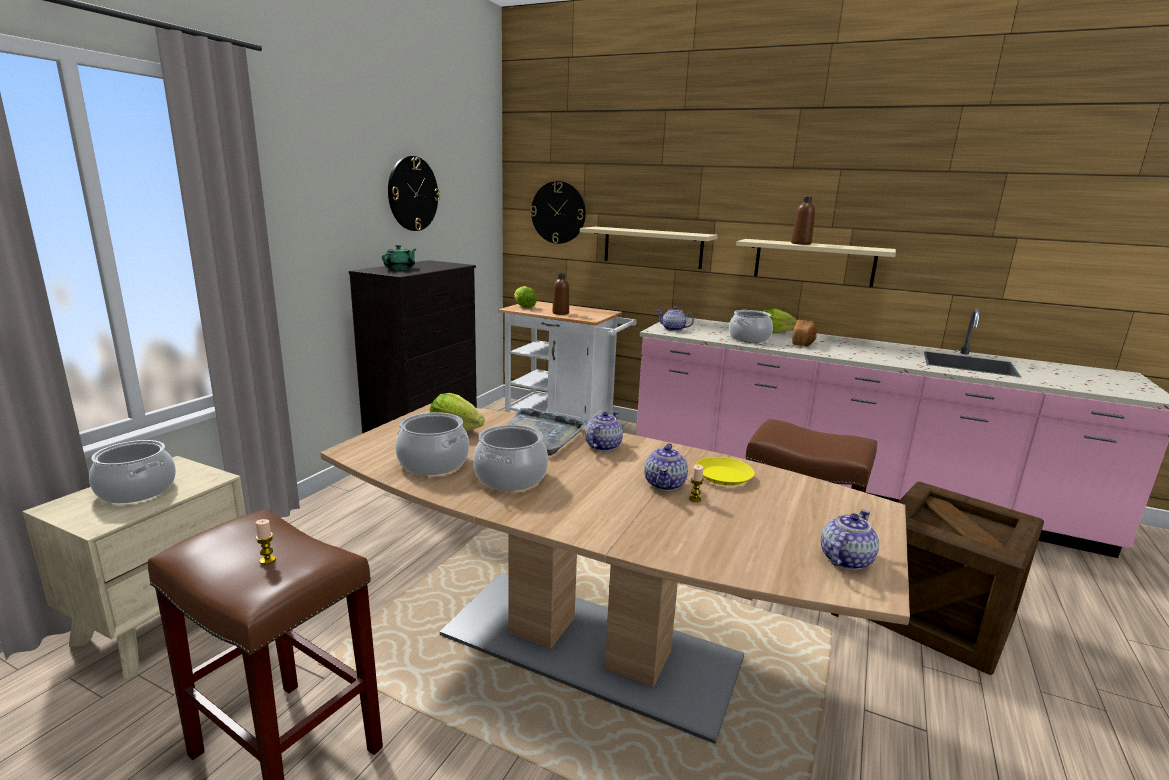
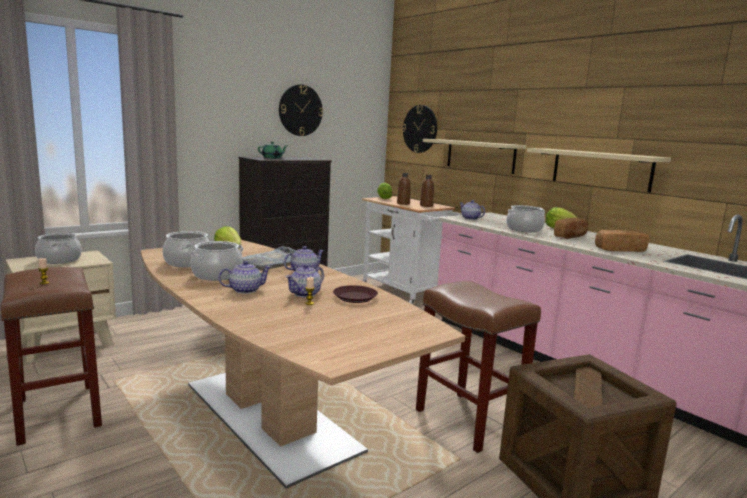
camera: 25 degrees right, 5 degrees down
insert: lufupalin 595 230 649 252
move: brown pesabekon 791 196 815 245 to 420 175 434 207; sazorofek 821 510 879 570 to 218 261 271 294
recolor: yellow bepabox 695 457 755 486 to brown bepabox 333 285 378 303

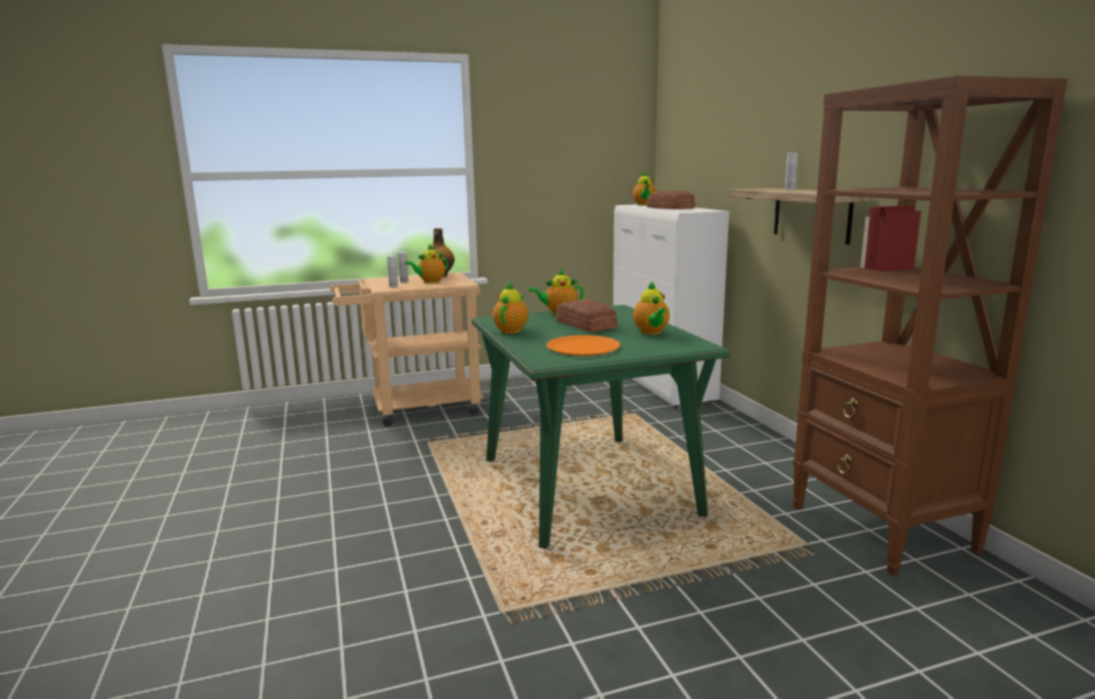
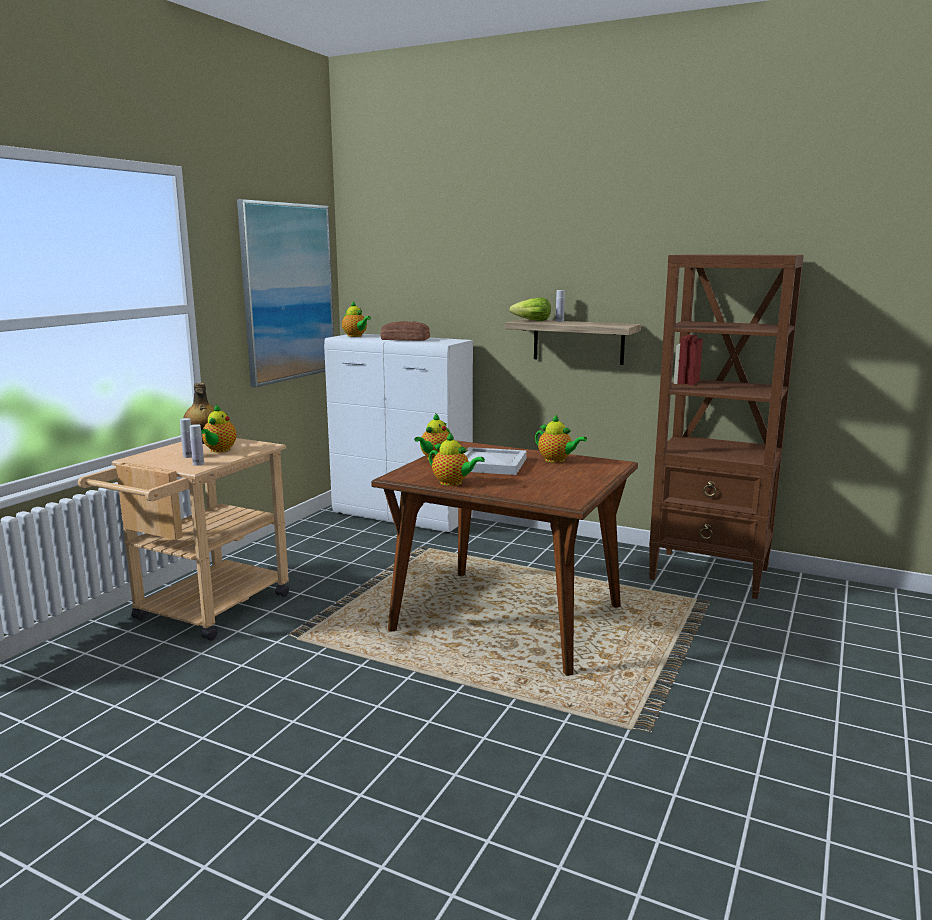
camera: 45 degrees left, 0 degrees up
delete: orange bepabox 547 335 620 356
insert: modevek 237 199 334 387; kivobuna 509 298 551 321
replace: lufupalin 556 300 618 332 to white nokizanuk 464 447 527 475
recolor: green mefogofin 472 305 730 549 to brown mefogofin 371 441 638 676
rotate: sazorofek 493 281 528 334 = 429 432 485 486 150 degrees clockwise

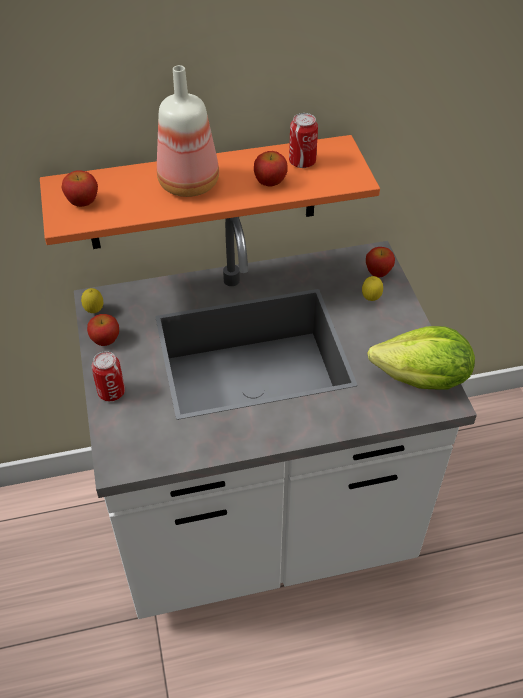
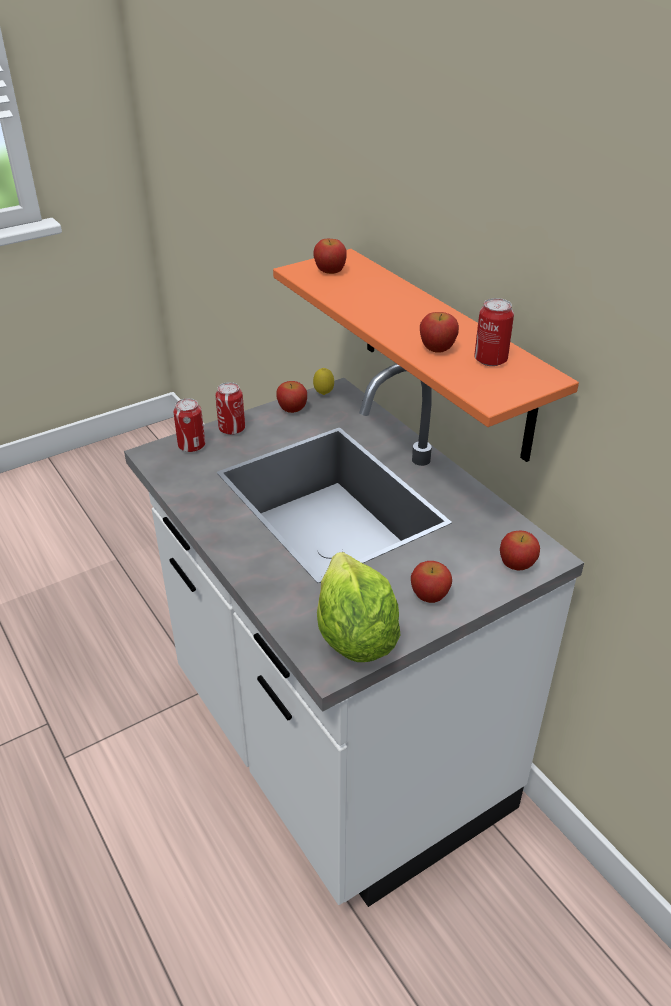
camera: 70 degrees right, 10 degrees down
delete: pesabekon 157 65 219 197; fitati 362 276 383 301
insert: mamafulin 174 398 205 452; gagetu 411 561 452 603

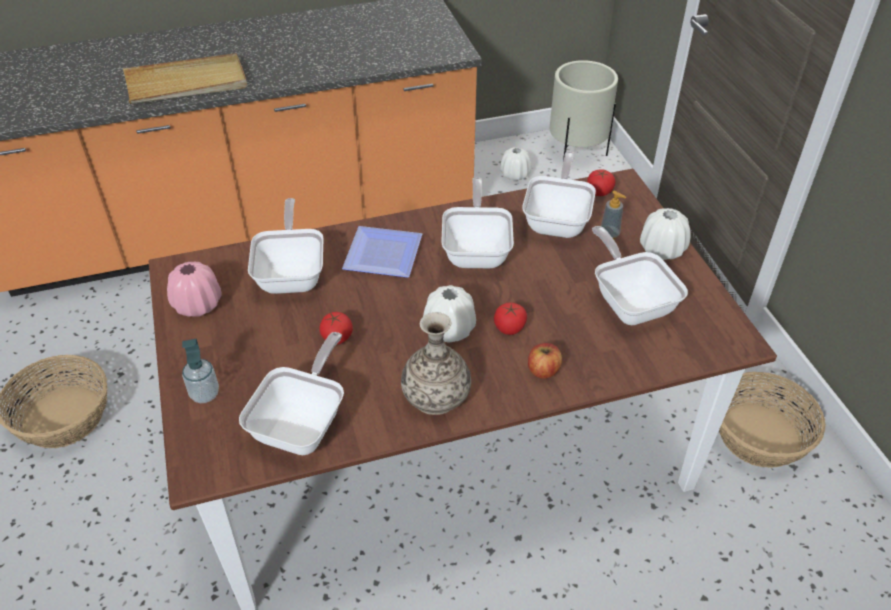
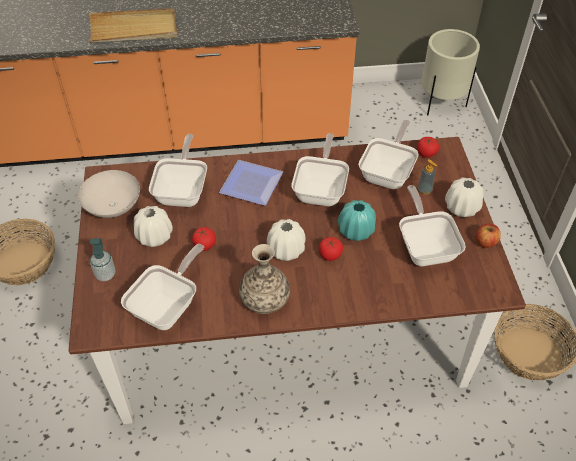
camera: 10 degrees right, 5 degrees up
insert: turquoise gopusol 338 200 376 241
move: white gopusol 500 147 531 181 to 134 206 173 247; gagetu 528 343 562 379 to 476 224 501 248
replace: pink gopusol 167 262 222 317 to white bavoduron 78 170 140 218

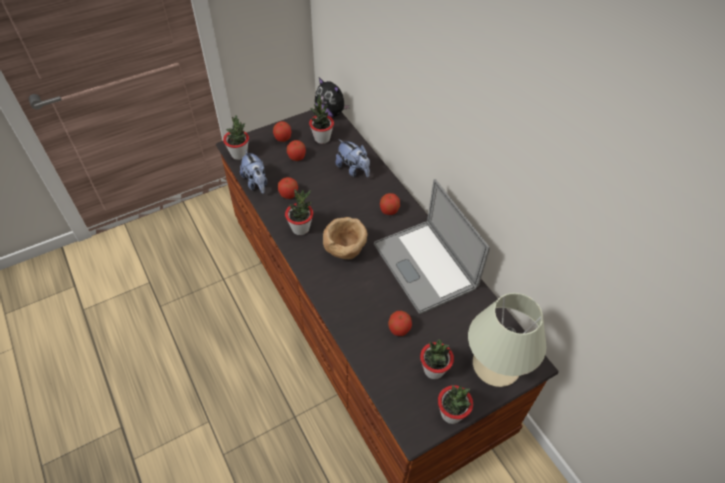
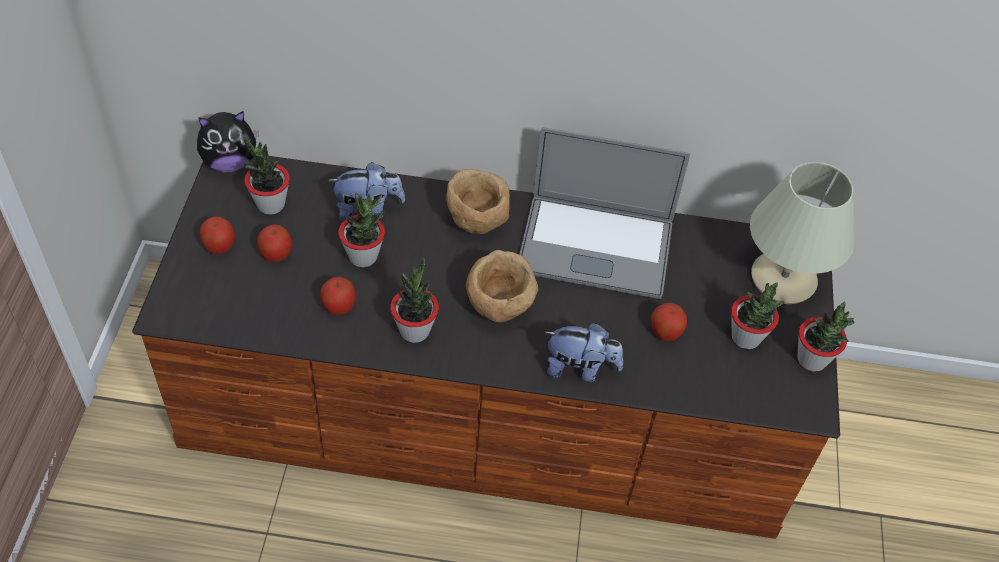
camera: 55 degrees left, 0 degrees up
move: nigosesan 223 115 249 160 to 338 192 385 267; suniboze 240 150 267 194 to 544 323 623 382
replace: gagetu 380 193 400 215 to brown bavoduron 446 169 510 234

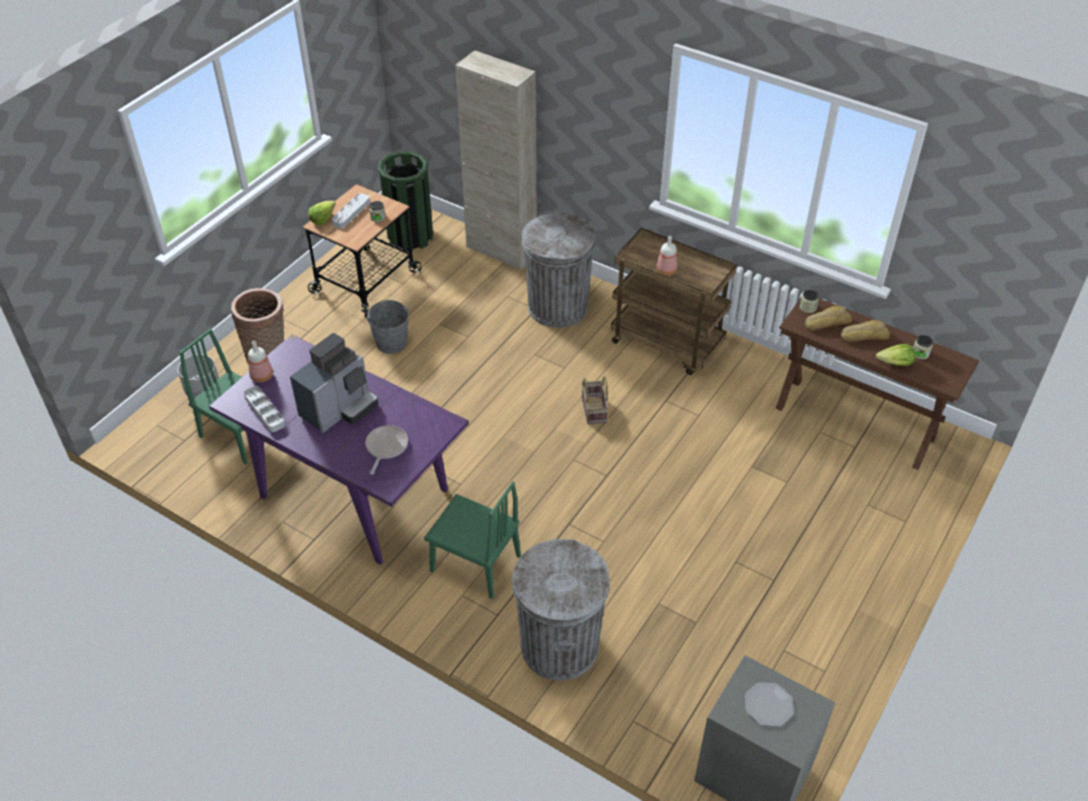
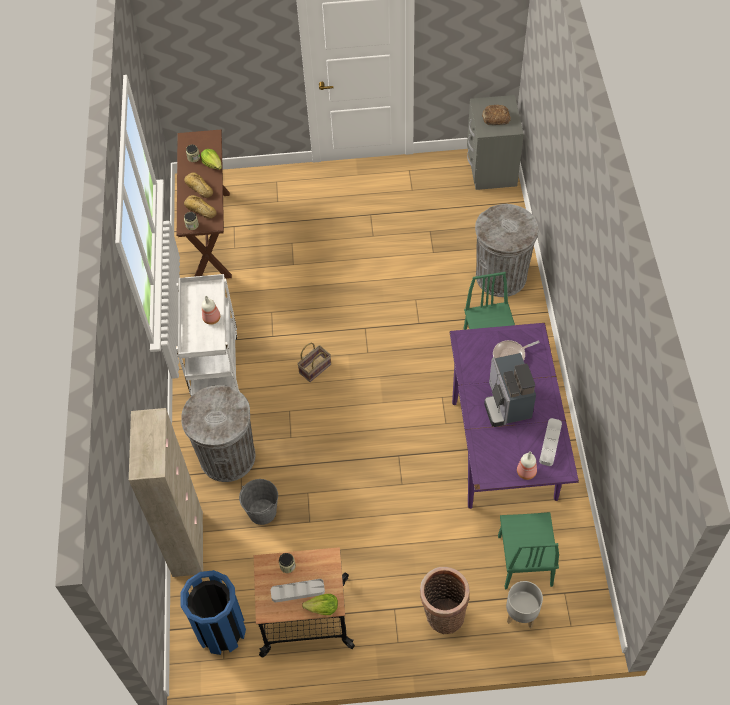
camera: 125 degrees left, 10 degrees up
move: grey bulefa 366 300 409 354 to 239 479 278 525
replace: bepabox 745 682 794 727 to lufupalin 482 105 511 125
recolor: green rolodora 378 151 433 251 to blue rolodora 180 570 246 655; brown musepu 611 228 737 375 to white musepu 176 274 240 396
rotate: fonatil 290 333 378 433 = 484 353 536 427 105 degrees counterclockwise

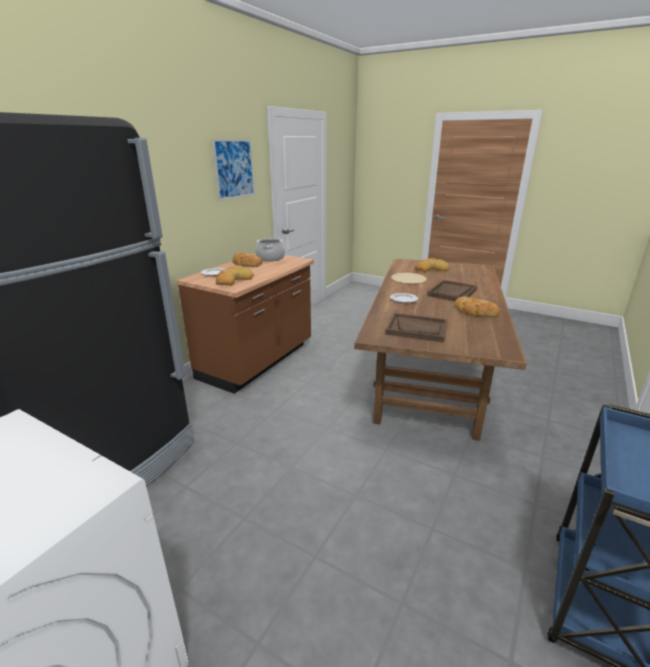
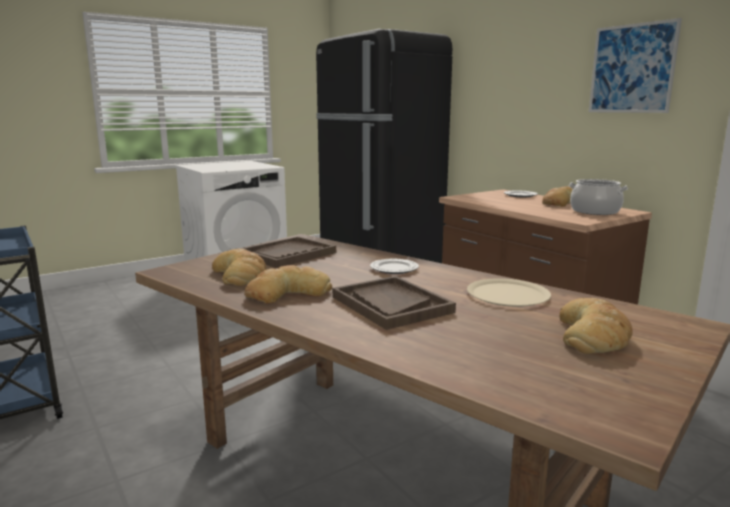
camera: 115 degrees right, 10 degrees down
move: lufupalin 216 266 254 286 to 212 249 266 286

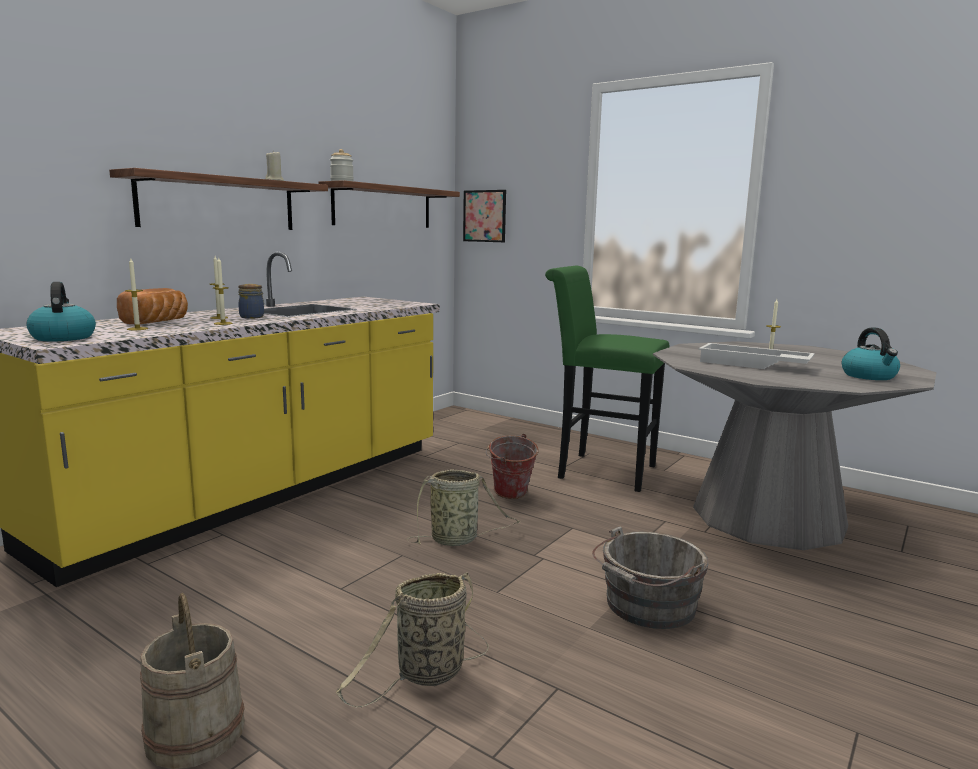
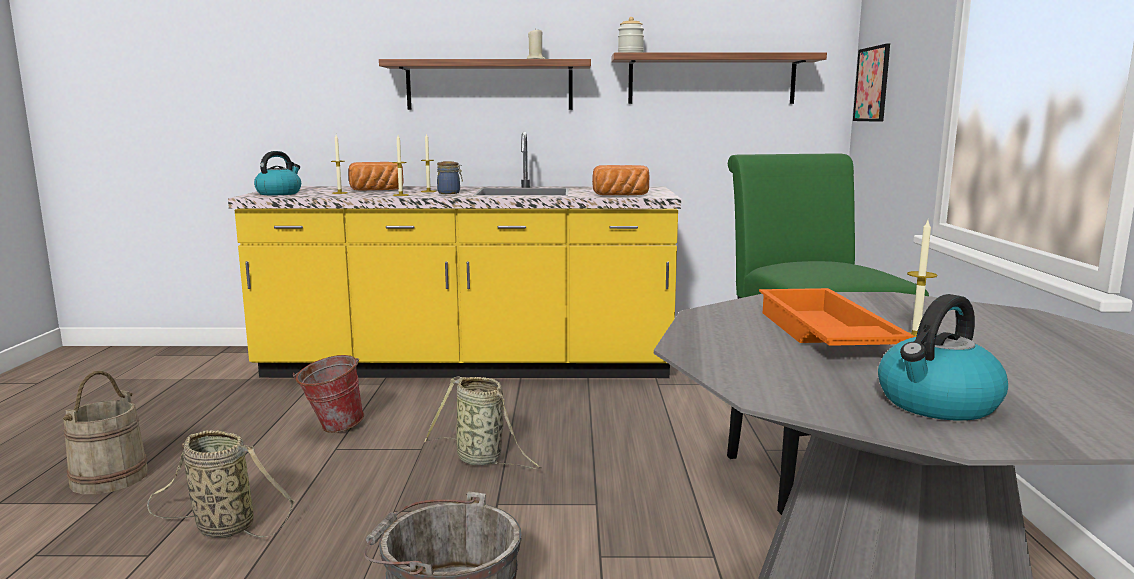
camera: 55 degrees right, 0 degrees up
insert: lufupalin 592 165 650 195
move: bulefa 486 434 538 499 to 293 355 364 433
recolor: white nokizanuk 699 343 815 369 to orange nokizanuk 759 288 915 346

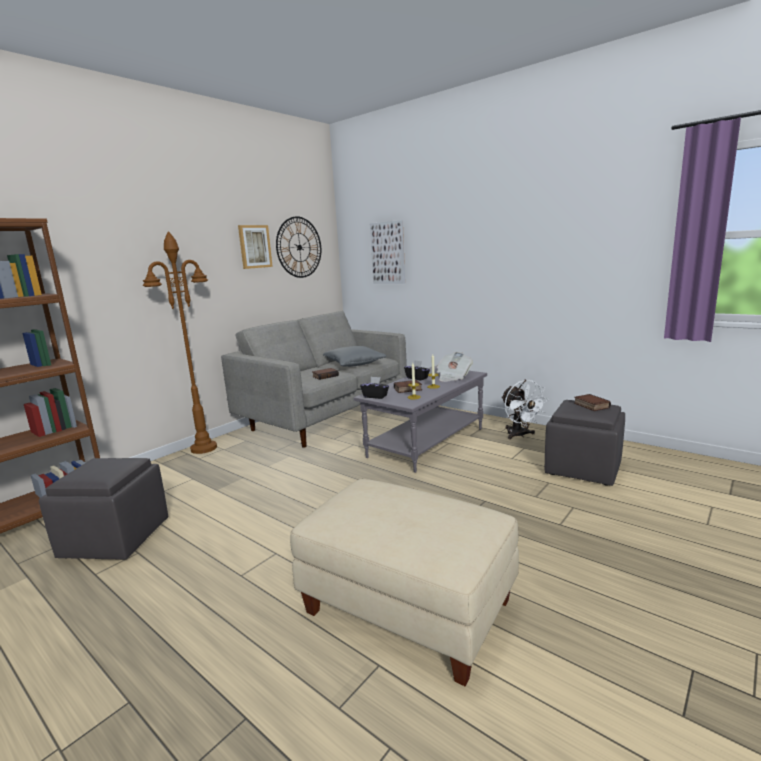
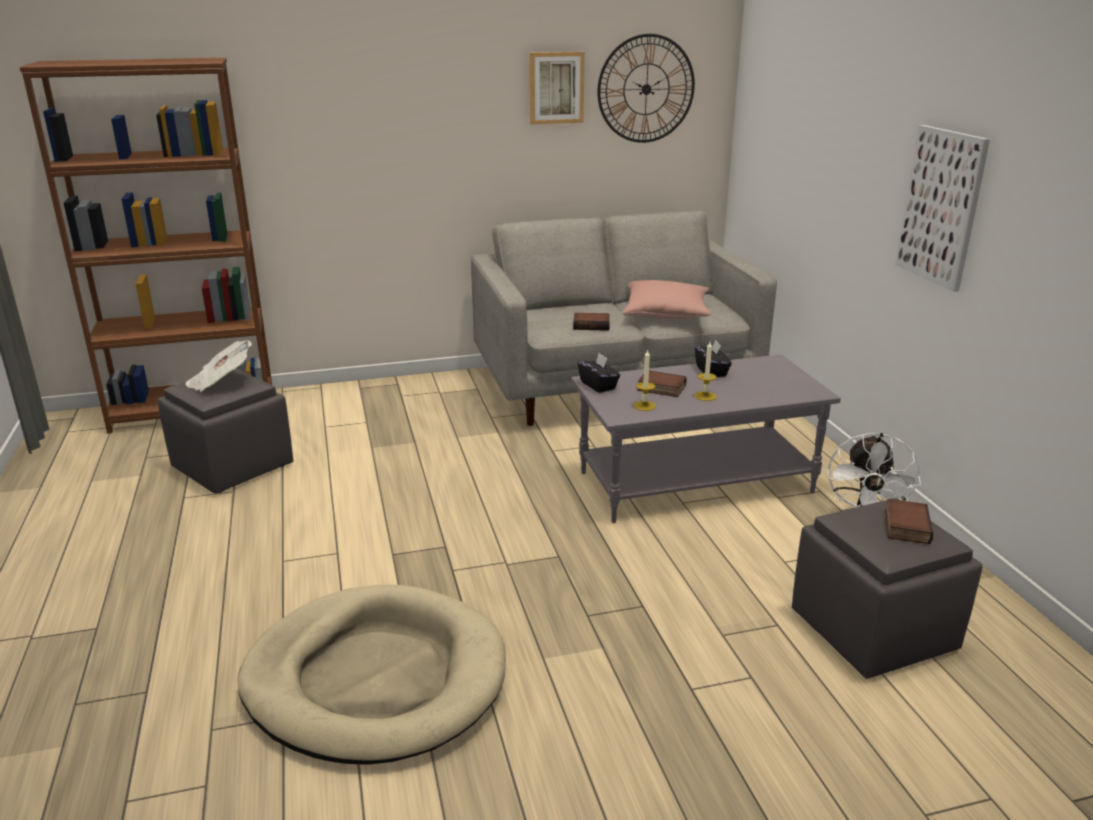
camera: 35 degrees right, 10 degrees up
delete: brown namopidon 143 231 217 454
move: modevek 370 220 405 284 to 895 125 990 292; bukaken 436 352 473 382 to 185 340 252 392
replace: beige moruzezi 290 479 519 687 to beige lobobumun 237 585 506 765
recolor: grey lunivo 323 346 386 367 to pink lunivo 622 280 711 319

